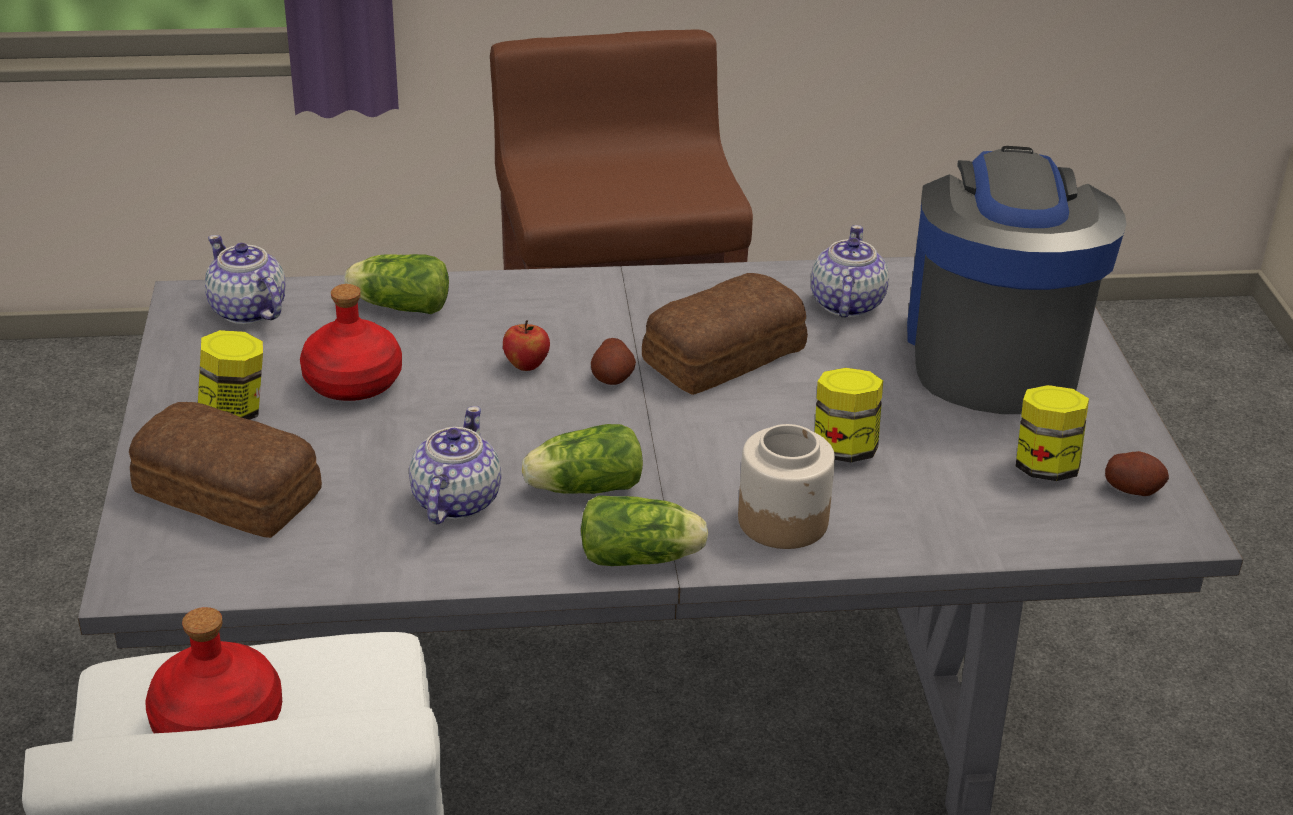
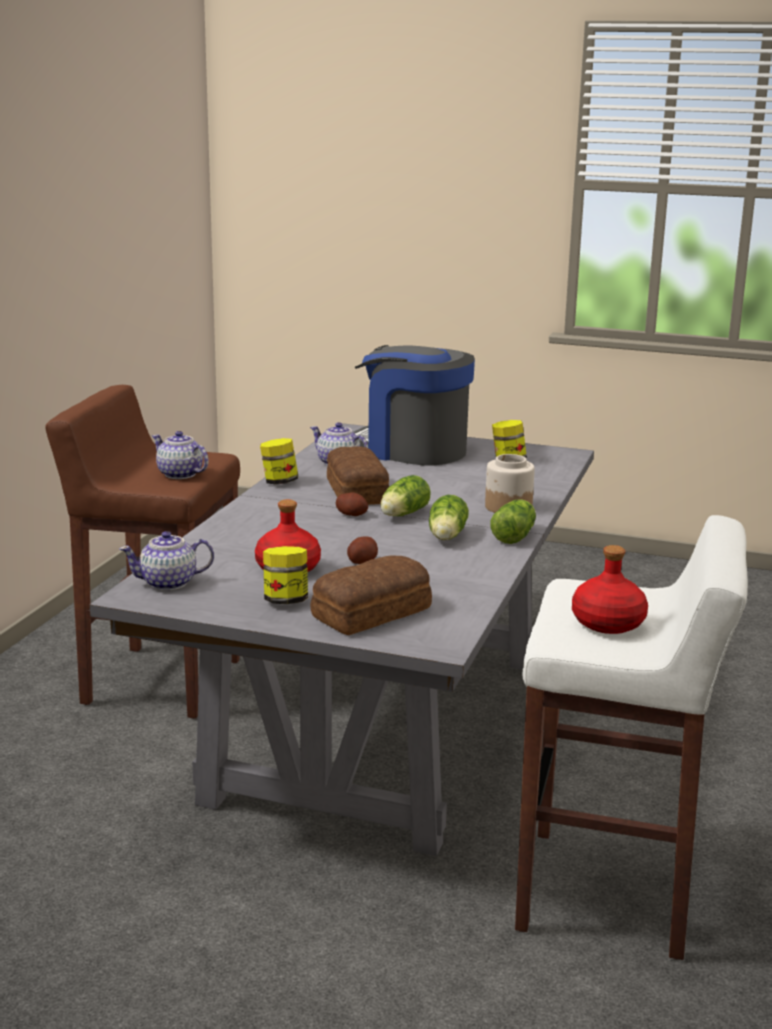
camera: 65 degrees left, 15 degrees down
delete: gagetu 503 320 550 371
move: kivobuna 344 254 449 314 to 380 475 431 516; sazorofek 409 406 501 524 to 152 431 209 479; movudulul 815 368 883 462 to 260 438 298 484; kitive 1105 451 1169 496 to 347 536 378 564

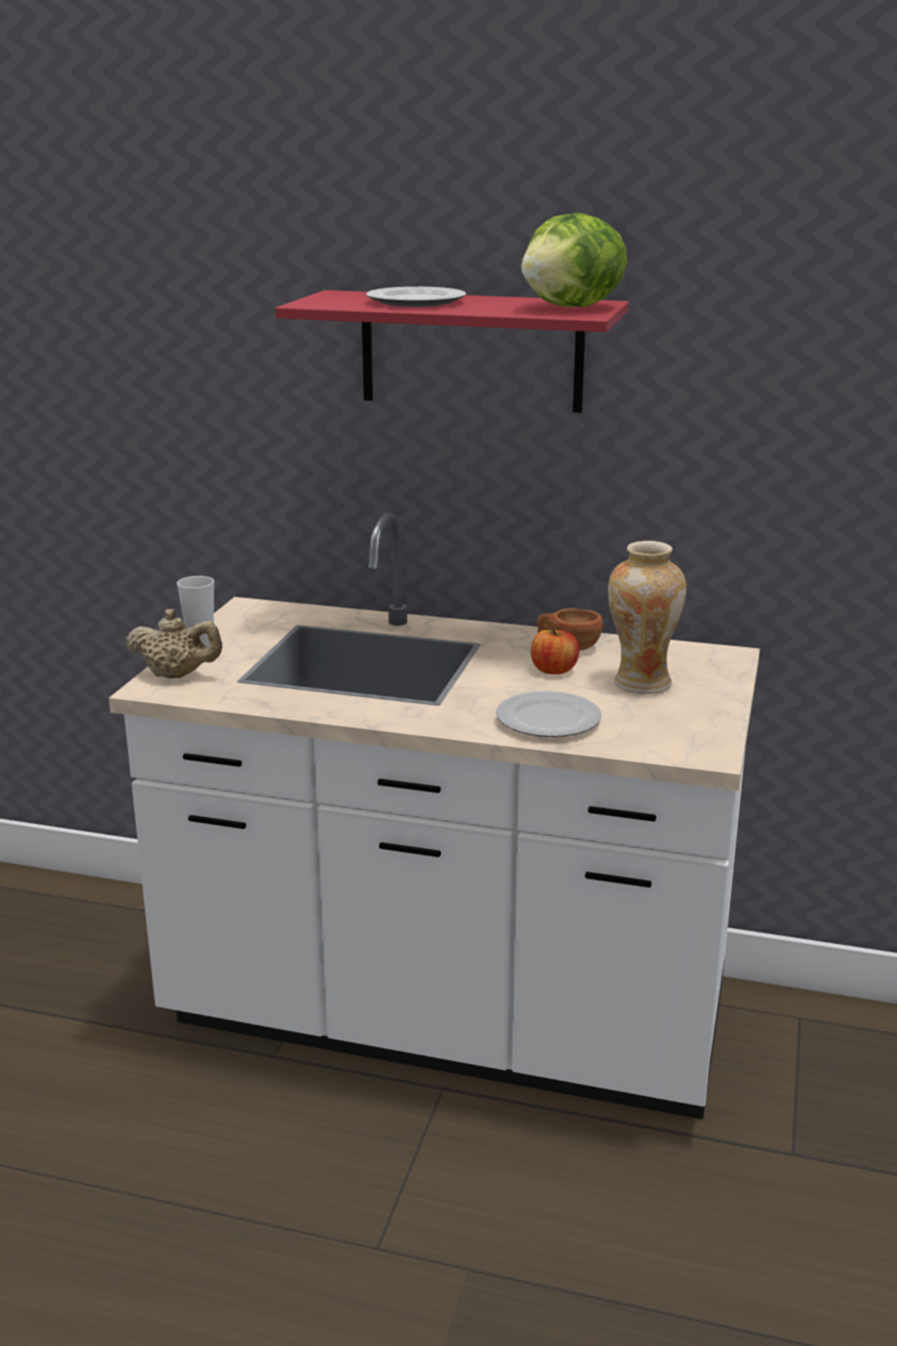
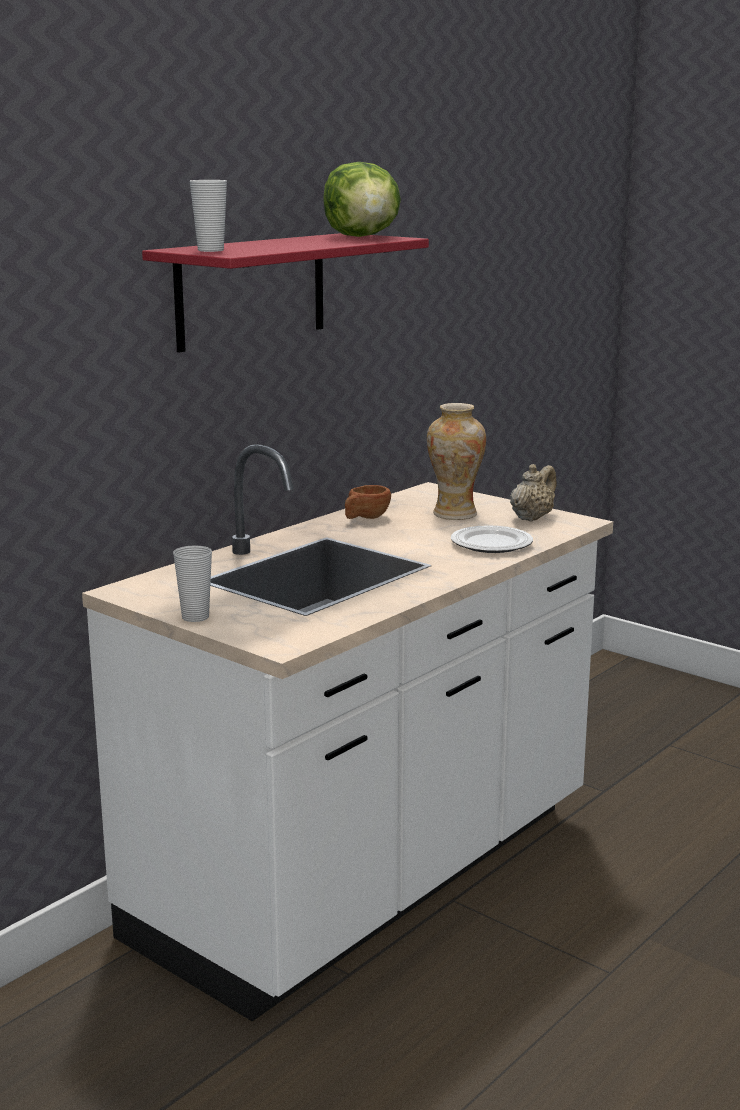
camera: 65 degrees left, 5 degrees down
delete: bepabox 366 287 466 307; gagetu 531 629 579 674
insert: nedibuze 190 180 227 252
move: beige sazorofek 126 609 222 678 to 510 464 557 522

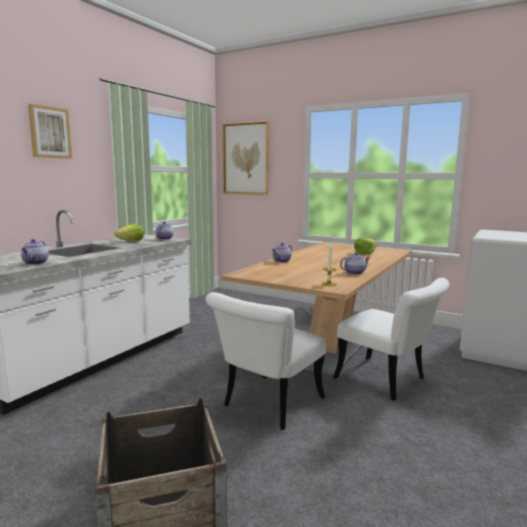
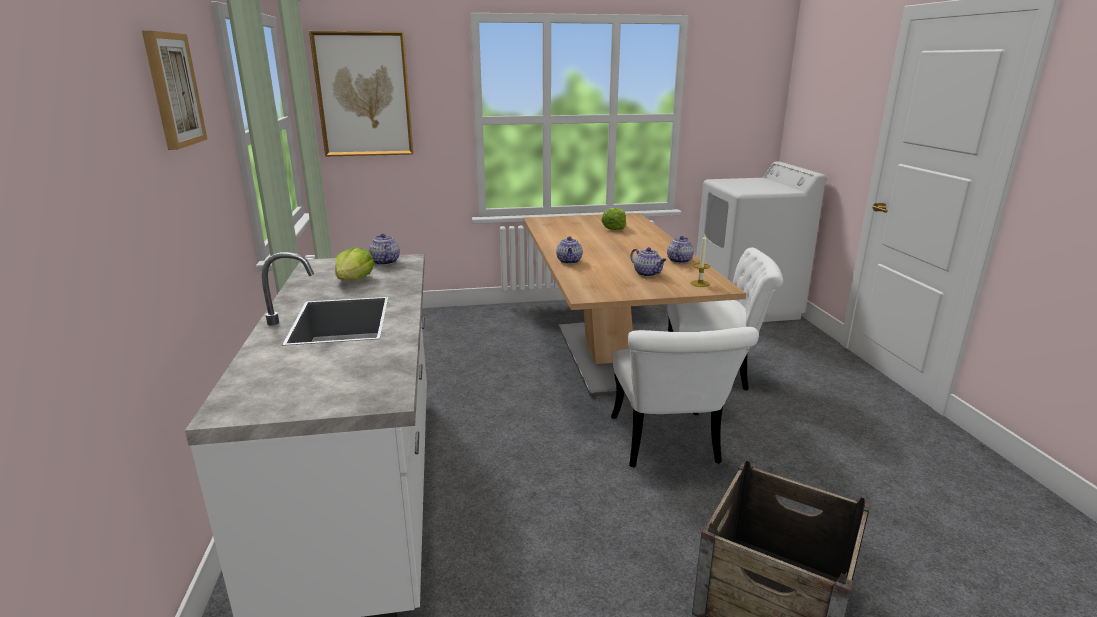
camera: 40 degrees left, 10 degrees up
move: sazorofek 21 239 49 265 to 631 247 667 277

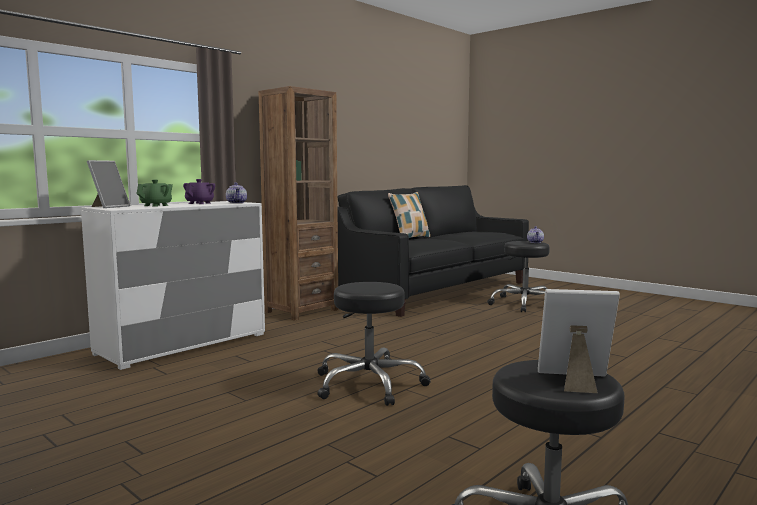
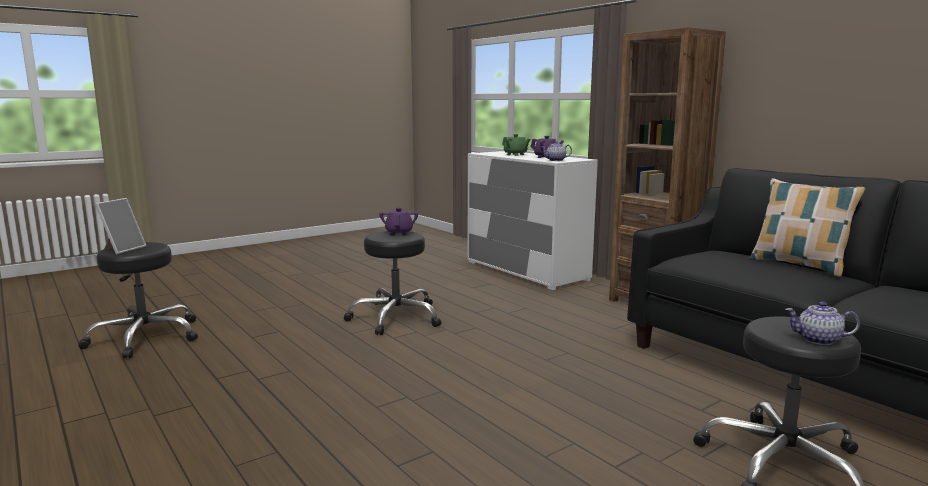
camera: 100 degrees right, 5 degrees up
delete: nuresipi 87 160 130 208
insert: purple sazorofek 379 208 418 235

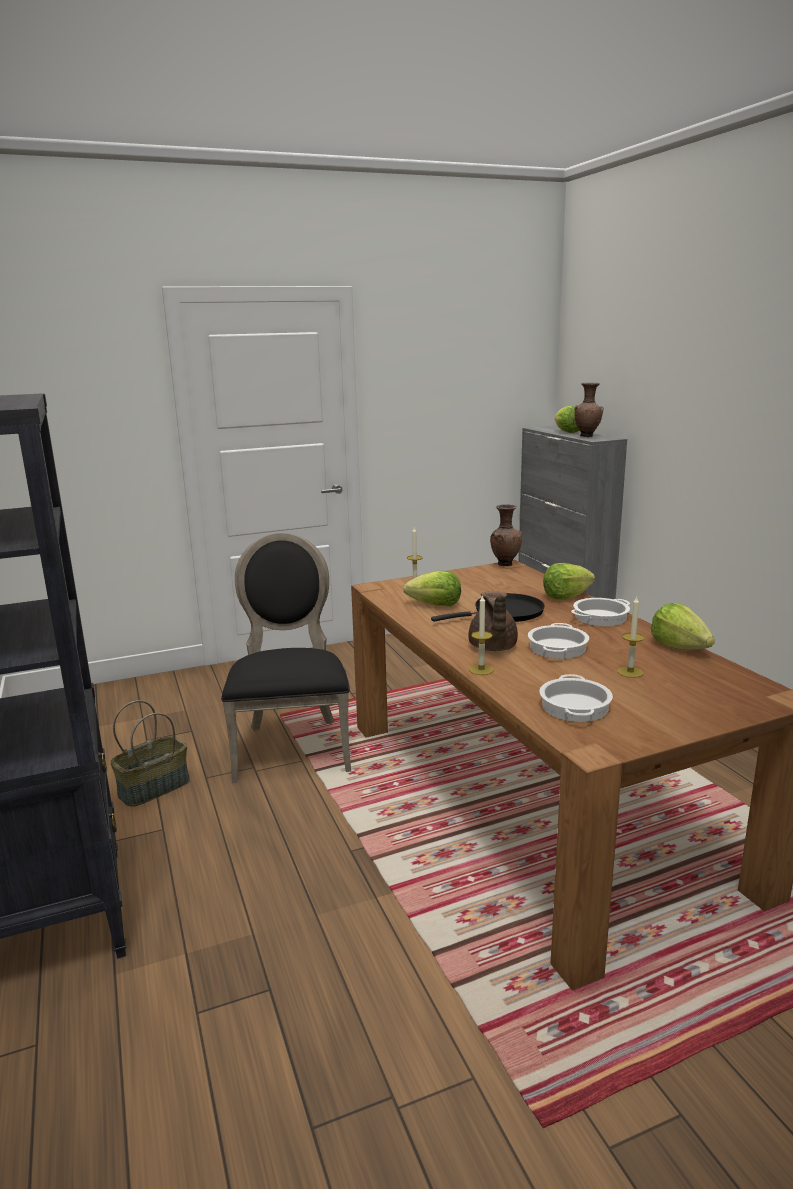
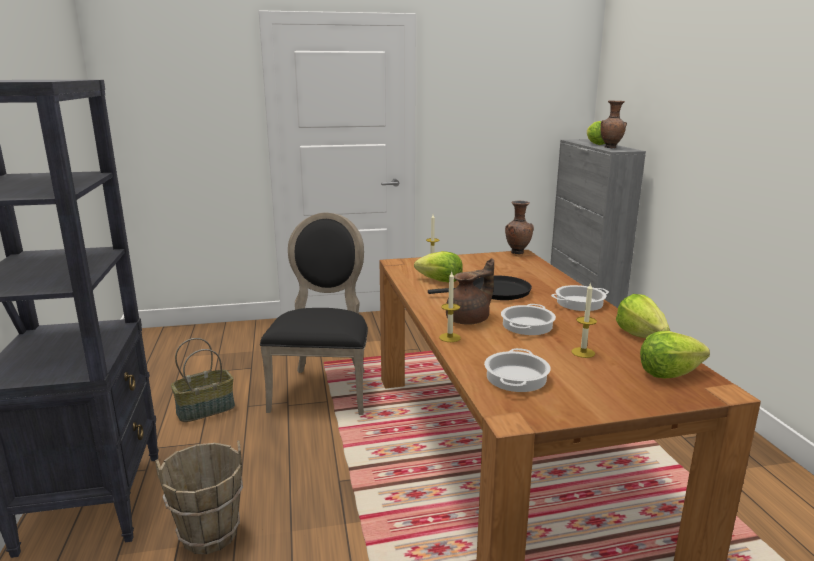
camera: 10 degrees right, 0 degrees up
insert: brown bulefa 155 440 243 554
move: kivobuna 543 563 595 600 to 640 331 710 379
rotate: brown sazorofek 468 591 518 651 = 446 258 494 325 135 degrees counterclockwise

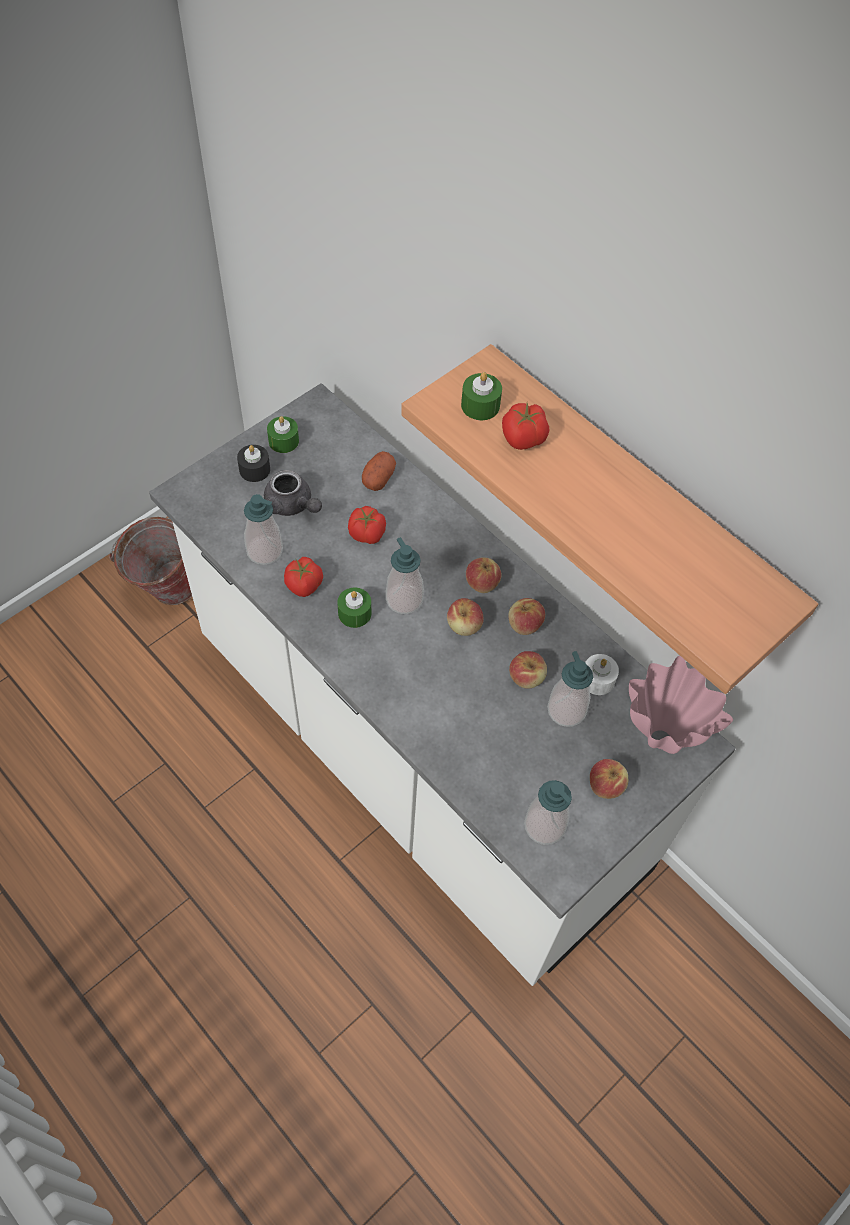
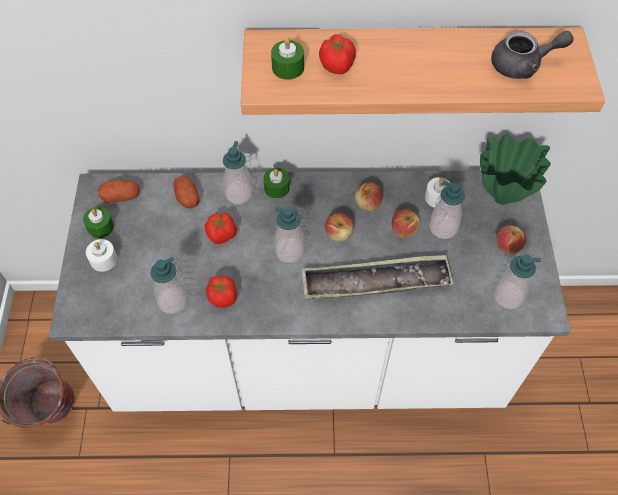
camera: 45 degrees left, 0 degrees up
delete: gagetu 466 557 501 593
insert: kitive 98 180 140 203; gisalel 223 141 253 204; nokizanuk 302 255 454 299
move: grey sazorofek 264 470 322 516 to 491 31 574 79; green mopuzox 338 588 371 628 to 264 168 290 198
recolor: black mopuzox 237 445 270 482 to white mopuzox 86 239 117 272; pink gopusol 629 656 733 754 to green gopusol 480 134 551 205

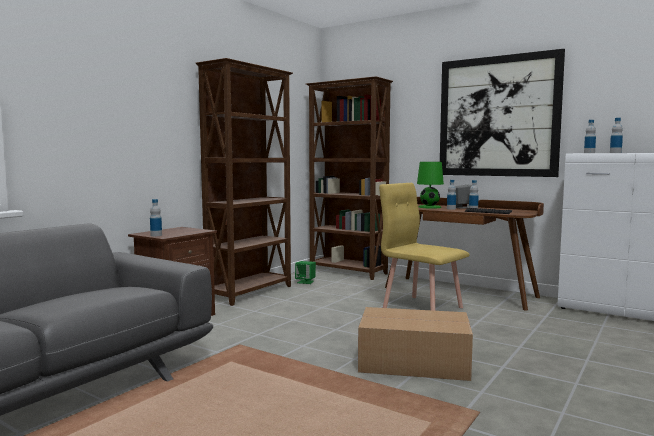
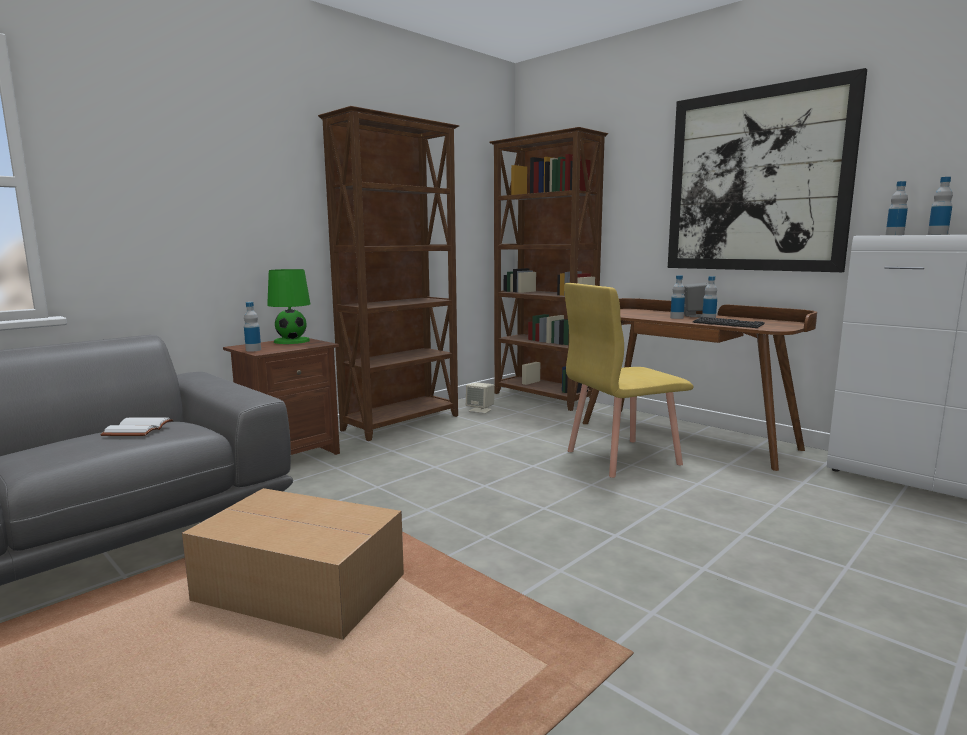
camera: 10 degrees right, 5 degrees up
insert: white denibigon 100 417 173 436
move: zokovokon 358 307 473 381 to 182 488 404 640; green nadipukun 417 162 444 209 to 267 269 310 344
recolor: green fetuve 295 261 316 284 to beige fetuve 466 382 495 414
rotate: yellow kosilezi 379 183 469 311 = 564 283 693 478 75 degrees counterclockwise

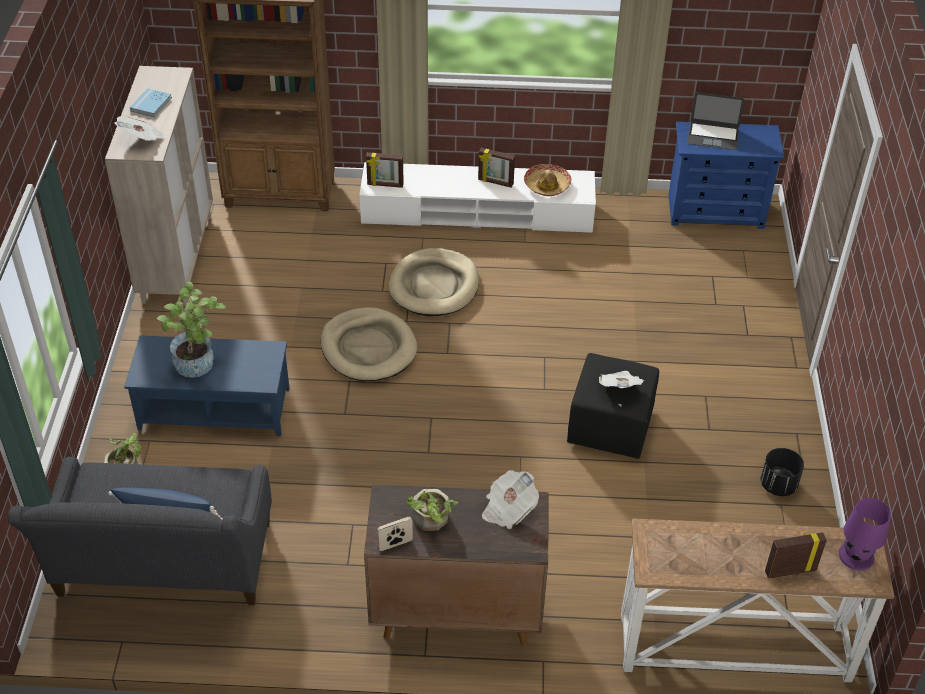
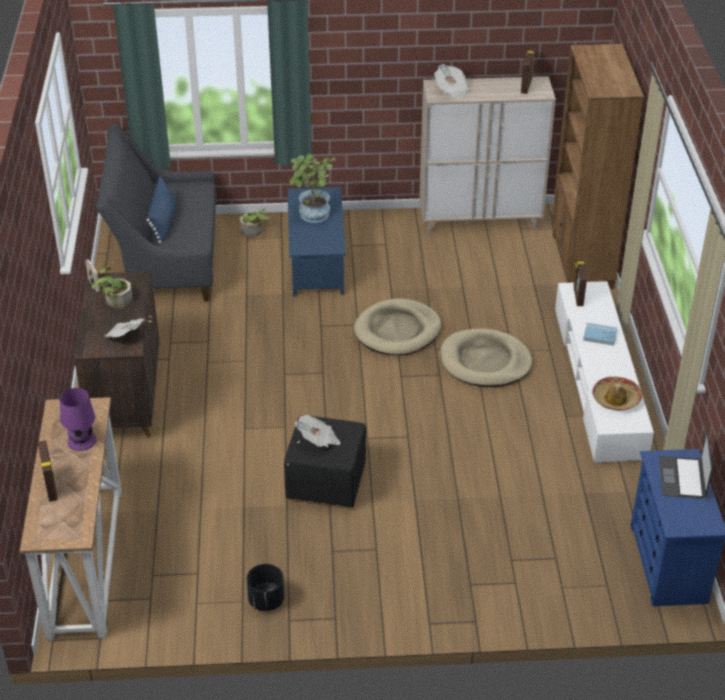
camera: 85 degrees right, 5 degrees down
move: blue denibigon 130 88 172 117 to 583 323 618 346; nuresipi 478 148 515 188 to 521 49 535 94; purple nadipukun 839 498 891 571 to 60 388 97 451

